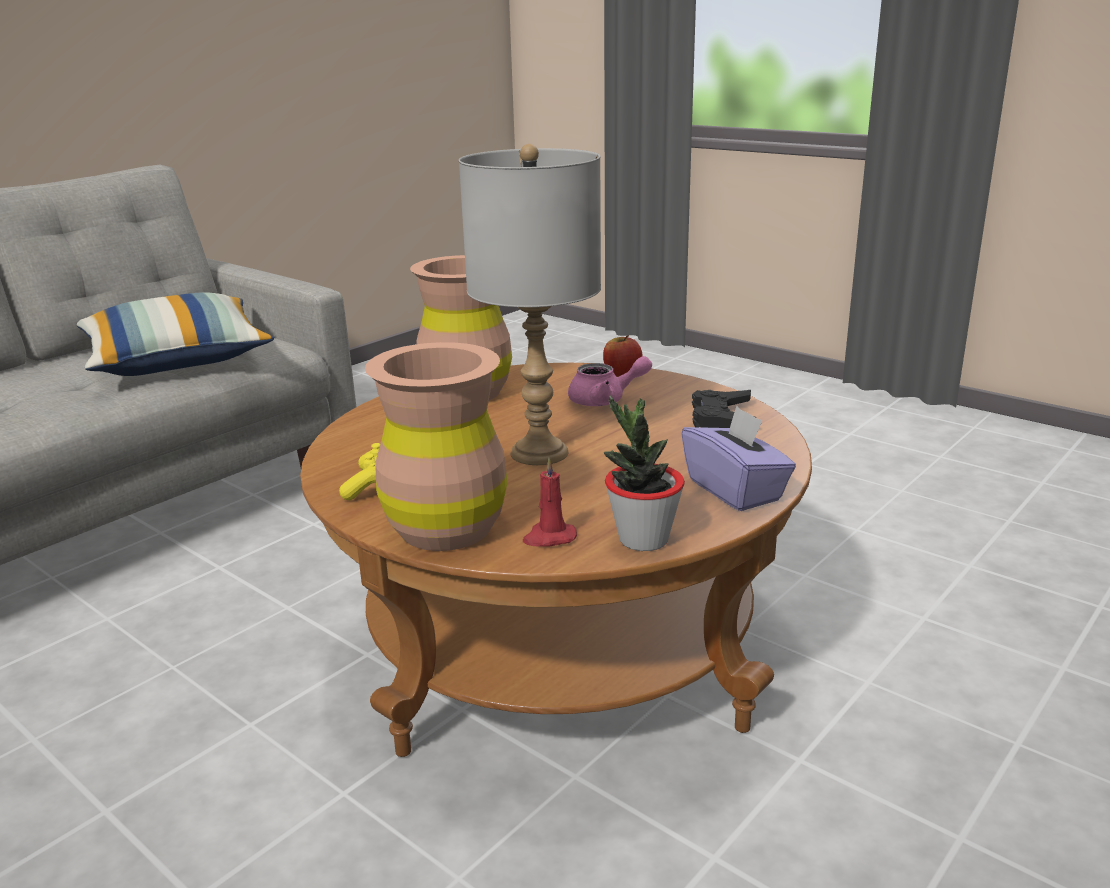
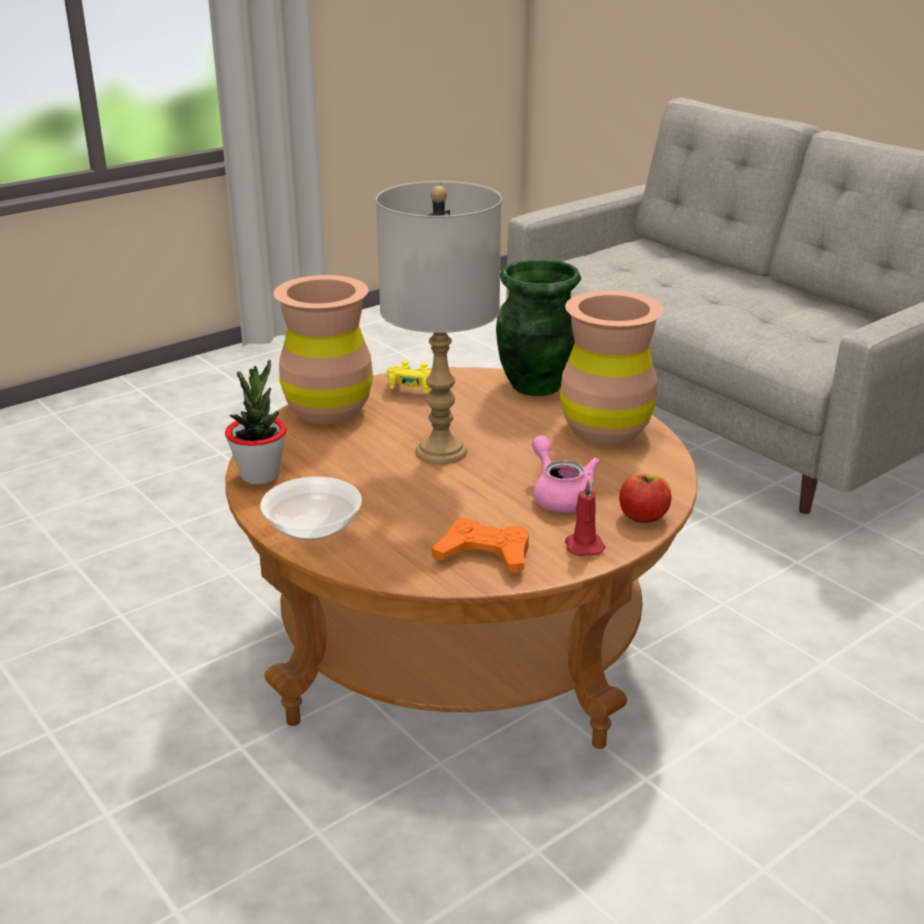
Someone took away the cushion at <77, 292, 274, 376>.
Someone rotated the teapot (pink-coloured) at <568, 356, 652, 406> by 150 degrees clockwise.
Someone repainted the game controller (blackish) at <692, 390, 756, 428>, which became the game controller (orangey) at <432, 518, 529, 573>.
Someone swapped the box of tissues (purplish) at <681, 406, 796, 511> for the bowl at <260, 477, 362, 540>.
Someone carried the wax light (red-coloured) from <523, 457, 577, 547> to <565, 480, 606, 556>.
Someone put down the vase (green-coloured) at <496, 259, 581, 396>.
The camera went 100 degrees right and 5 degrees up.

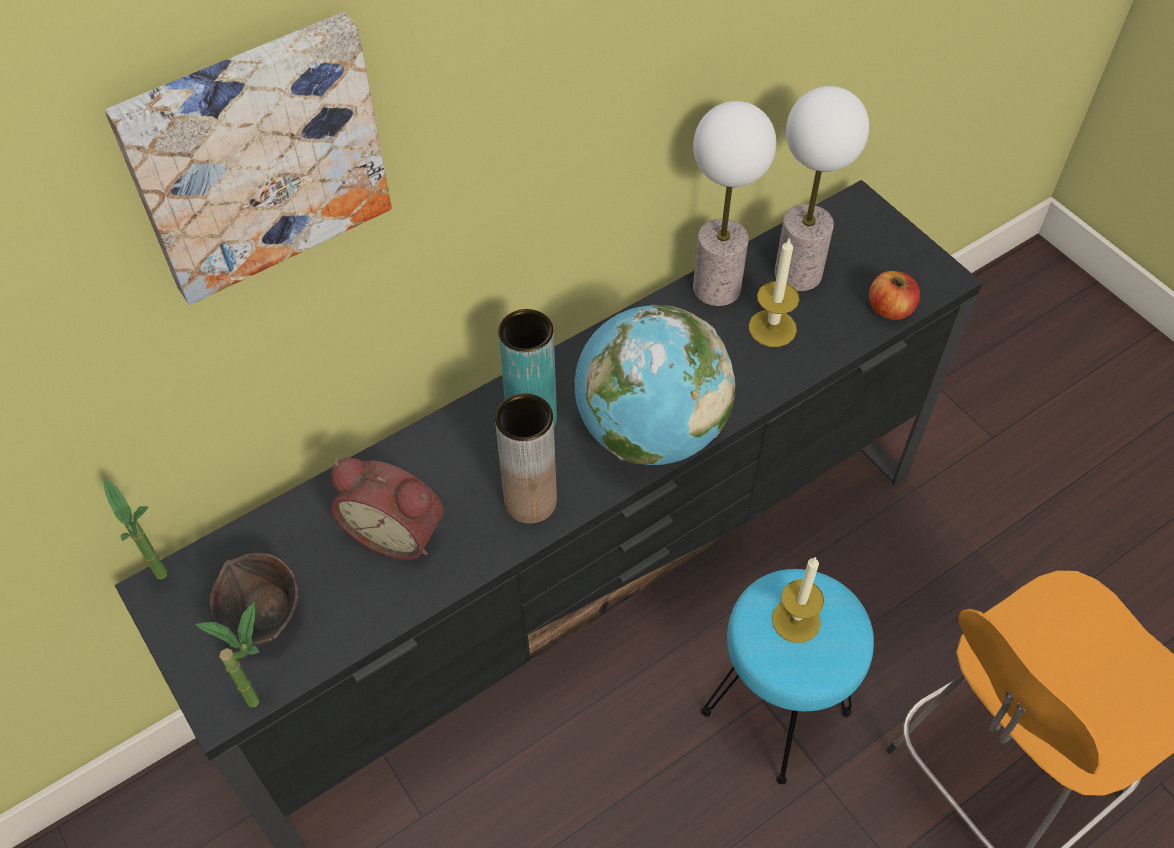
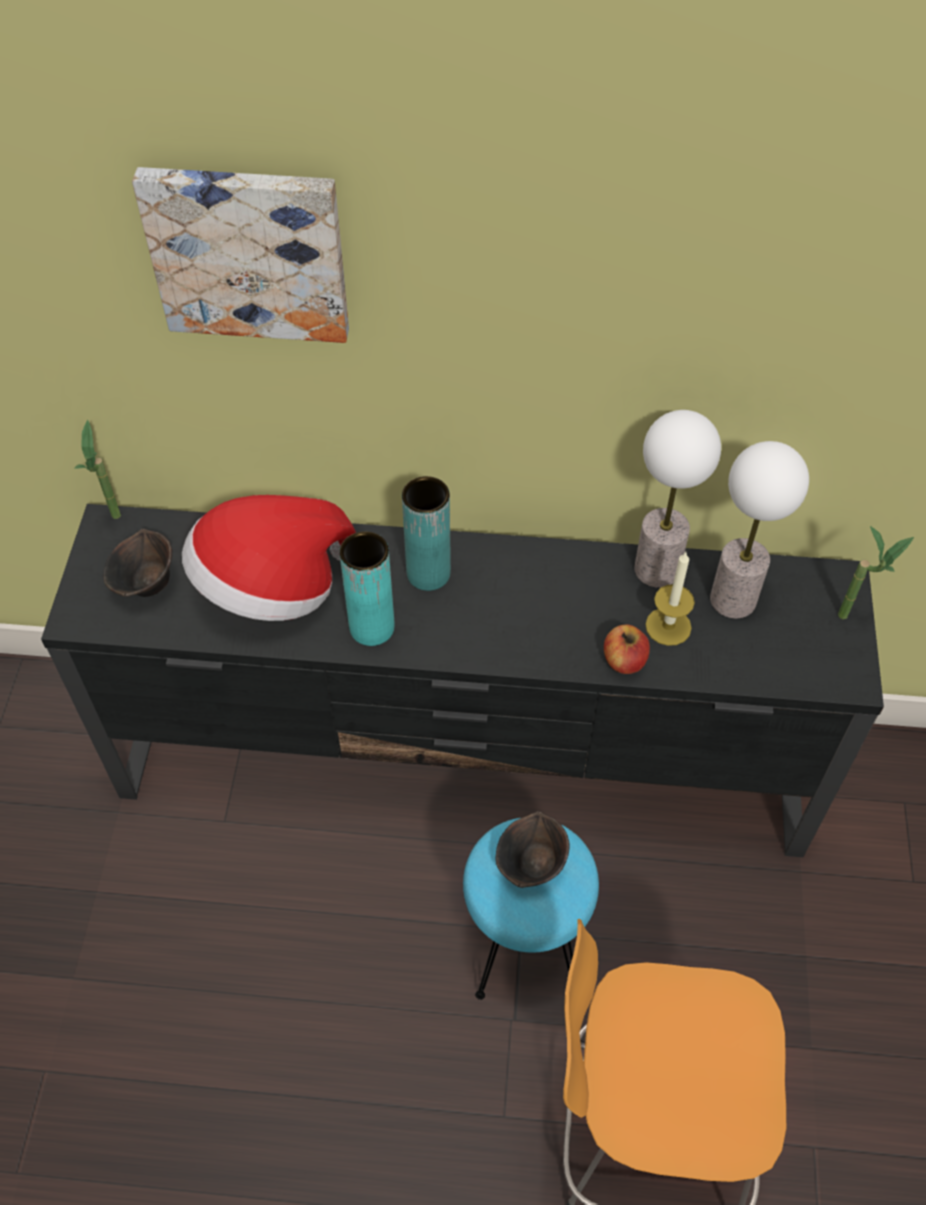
Someone carried the apple fruit from <869, 271, 920, 320> to <604, 625, 650, 674>.
Someone took away the world globe at <575, 305, 735, 465>.
Someone repainted the vase (brownish) at <495, 393, 557, 524>, which became the vase (turquoise-coloured) at <339, 531, 395, 646>.
Someone swapped the table clock at <331, 458, 444, 560> for the clothing hat at <182, 495, 356, 621>.
Someone swapped the wax light at <772, 556, 824, 643> for the bowl (brownish) at <496, 811, 570, 888>.
Someone carried the houseplant from <195, 602, 259, 707> to <838, 526, 914, 619>.
The camera went 40 degrees right and 0 degrees up.

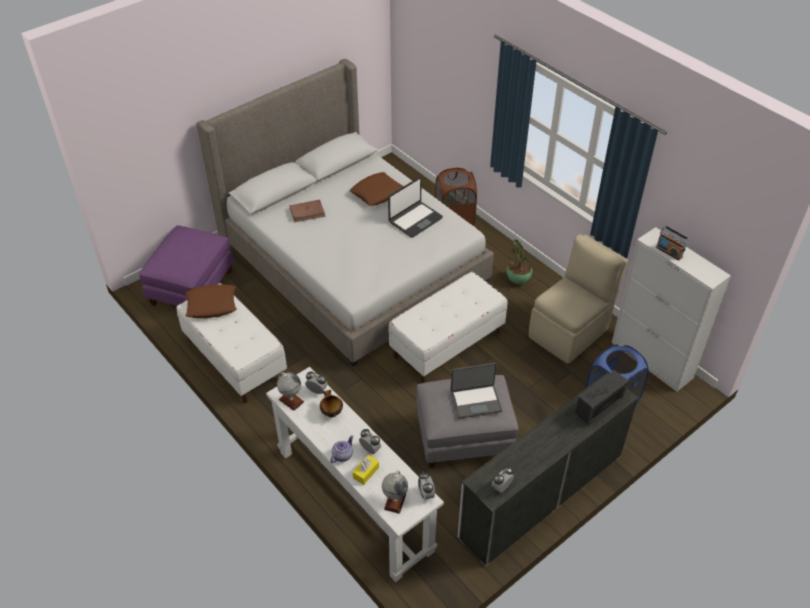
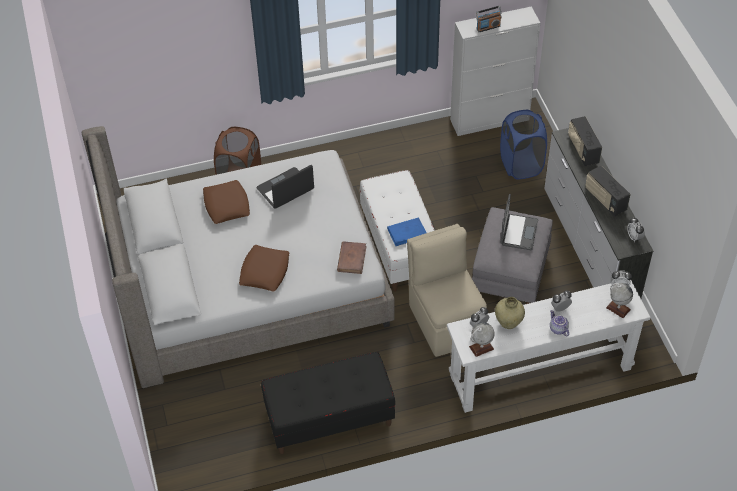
Someone rotated the laptop at <388, 177, 443, 237> by 105 degrees counterclockwise.
Someone carried the bound book (brownish) from <290, 200, 325, 222> to <337, 241, 367, 274>.
Someone took away the ottoman (purplish) at <139, 225, 234, 306>.
Someone carried the chair (beige) from <529, 234, 628, 364> to <407, 224, 487, 357>.
Someone took away the houseplant at <506, 239, 532, 284>.
Someone repainted the indoor bench (whitish) at <177, 283, 287, 403>, which became the indoor bench (blackish) at <261, 352, 395, 454>.
Someone carried the cushion (brownish) from <185, 284, 237, 318> to <239, 245, 289, 292>.
Someone swapped the bowl at <320, 390, 343, 417> for the vase (beige) at <495, 297, 525, 329>.
Someone took away the box of tissues (yellow) at <353, 455, 379, 485>.
Someone put down the radio at <586, 166, 630, 217>.
Someone put down the bound book (bluish) at <387, 217, 426, 246>.
The camera went 65 degrees left and 5 degrees up.

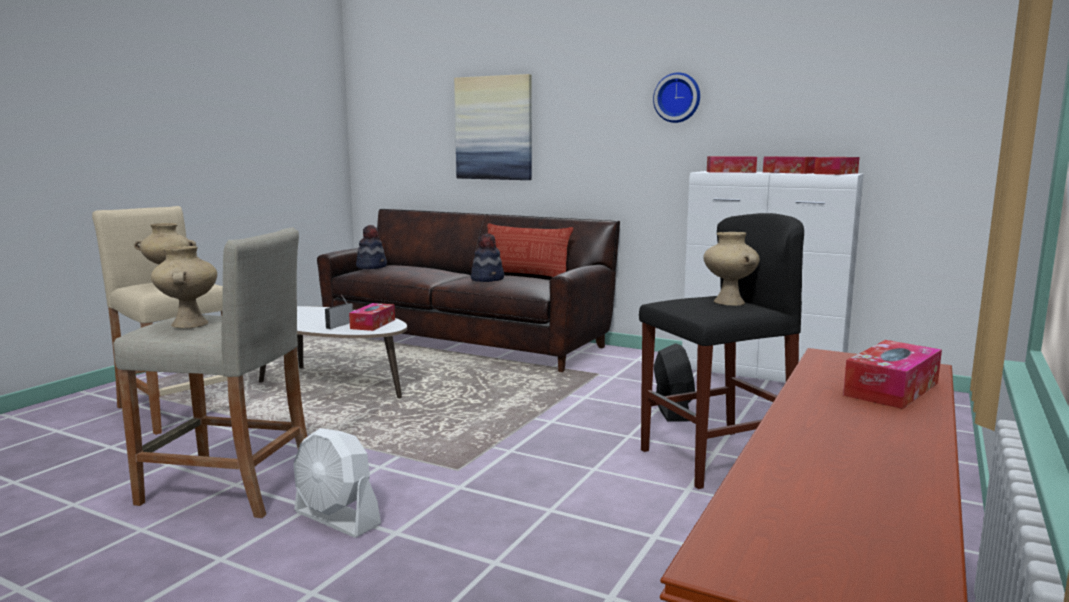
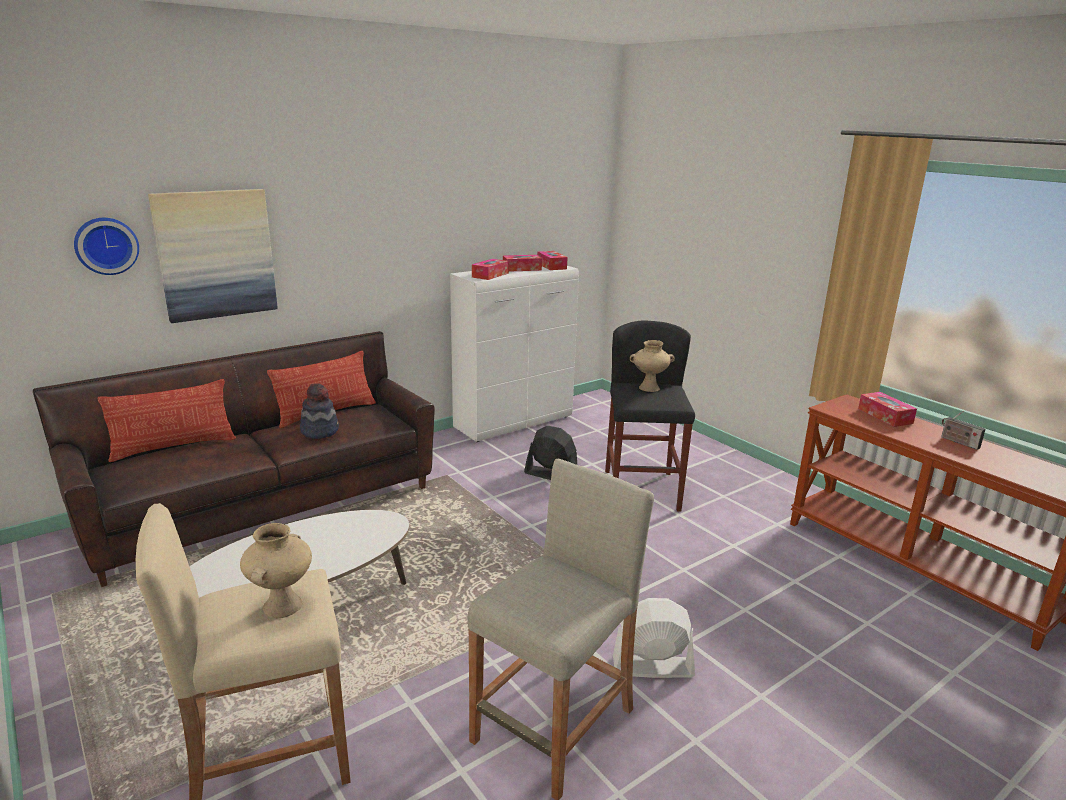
Someone carried the wall clock from <653, 72, 700, 123> to <74, 218, 139, 275>.
Someone took away the clothing hat at <356, 225, 387, 269>.
Someone took away the vase (beige) at <151, 246, 217, 328>.
Someone carried the radio from <325, 295, 354, 329> to <941, 411, 986, 450>.
Someone took away the box of tissues at <349, 303, 395, 331>.
Someone rotated the electric fan (whitish) at <293, 428, 381, 538> by 150 degrees counterclockwise.
Someone put down the cushion at <98, 379, 236, 462>.
The camera went 65 degrees left and 10 degrees up.

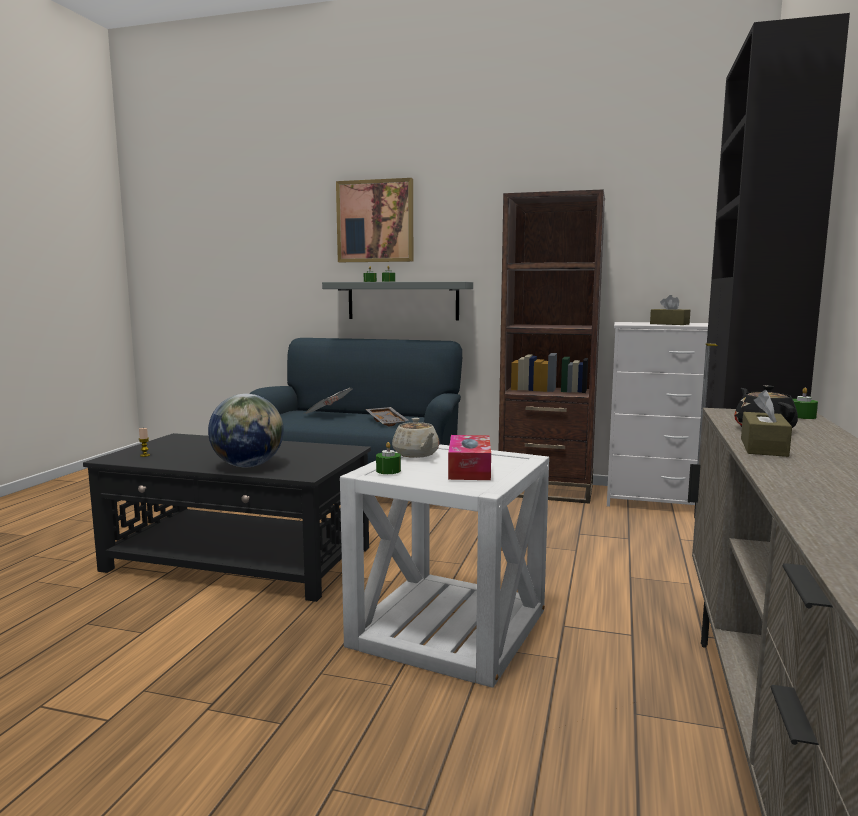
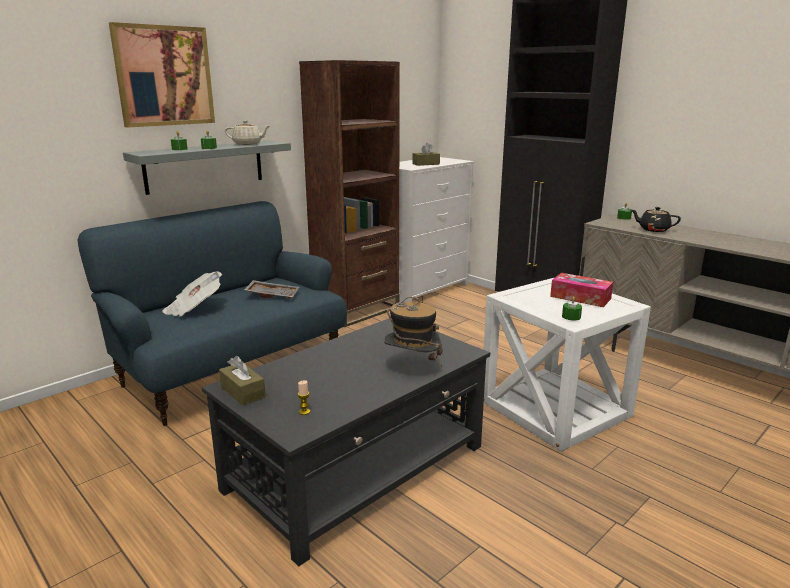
Someone carried the box of tissues (brownish) from <741, 390, 792, 457> to <219, 356, 266, 406>.
Someone swapped the world globe at <208, 394, 284, 467> for the clothing hat at <384, 295, 443, 369>.
Someone carried the teapot (beige) from <392, 418, 439, 458> to <225, 120, 269, 145>.
The camera went 60 degrees left and 10 degrees up.

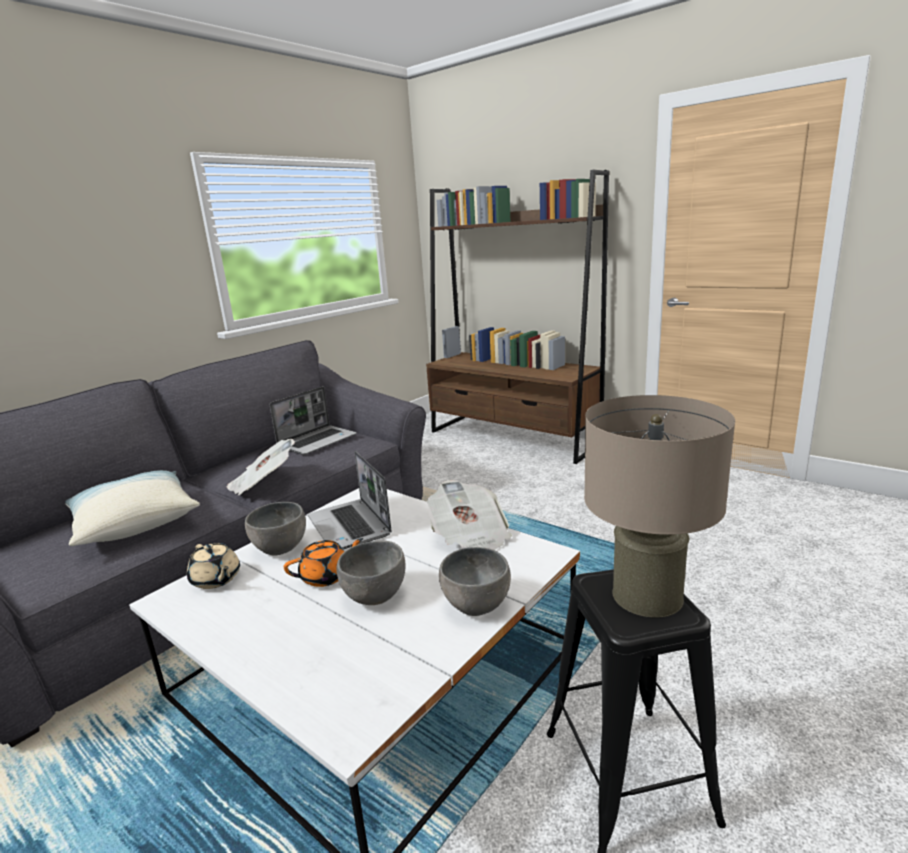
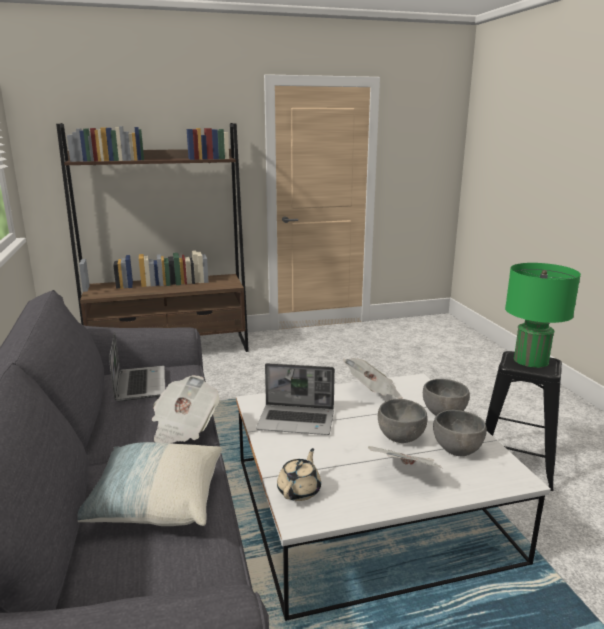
Someone repainted the table lamp (beige) at <584, 395, 735, 618>, which became the table lamp (green-coloured) at <505, 263, 581, 368>.
Someone carried the bowl (greyish) from <245, 502, 306, 555> to <433, 410, 487, 456>.
Someone took away the teapot (orangey) at <284, 538, 363, 587>.
Someone rotated the teapot (beige) at <187, 543, 240, 589> by 60 degrees counterclockwise.
Someone put down the newspaper at <368, 446, 442, 468>.
The camera went 55 degrees left and 0 degrees up.

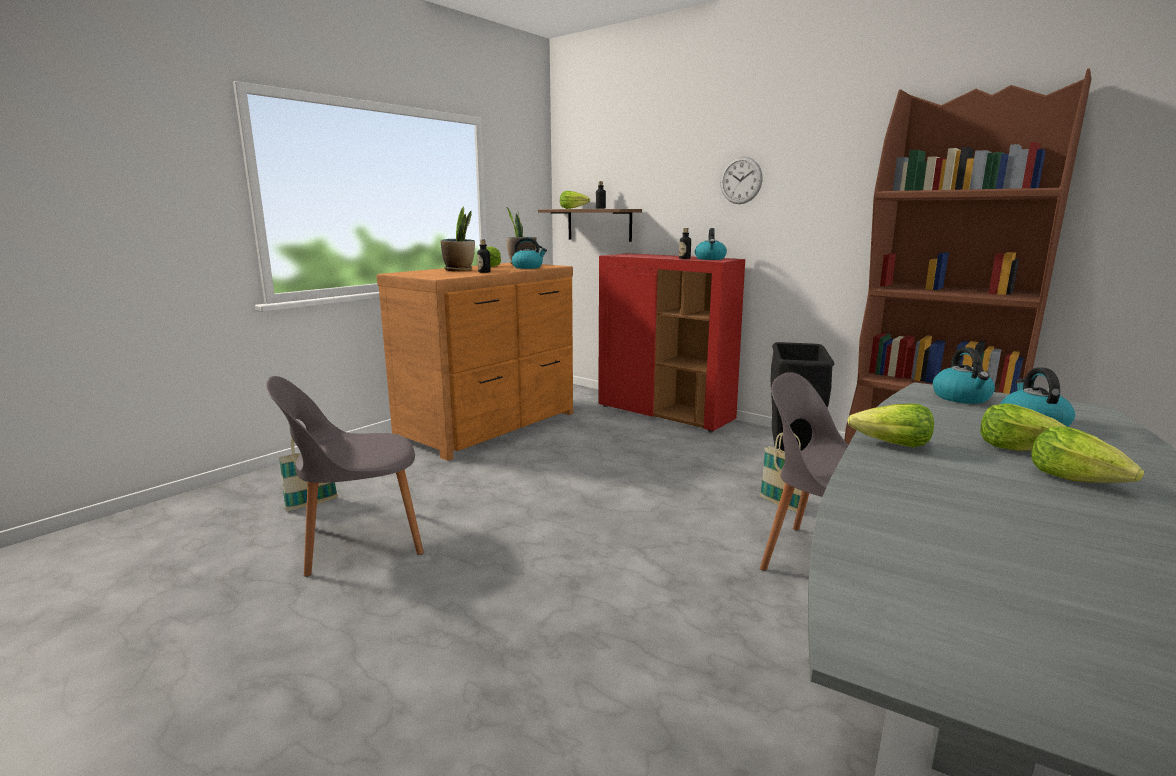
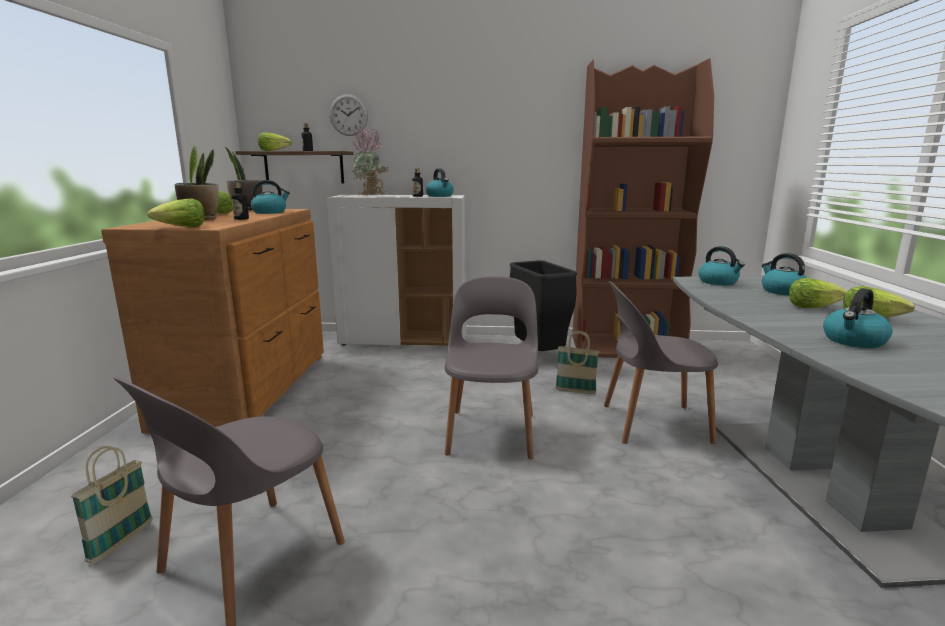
Someone carried the wall clock from <720, 157, 763, 204> to <330, 94, 368, 136>.
Someone repainted the cupboard (red-coloured) at <598, 253, 745, 432>, which became the cupboard (whitish) at <327, 195, 467, 346>.
Someone carried the lettuce from <848, 403, 934, 447> to <148, 199, 205, 227>.
Someone put down the houseplant at <350, 126, 389, 195>.
Someone put down the chair (greyish) at <445, 276, 538, 459>.
Someone put down the tea kettle at <823, 288, 892, 348>.
The camera went 35 degrees left and 0 degrees up.

